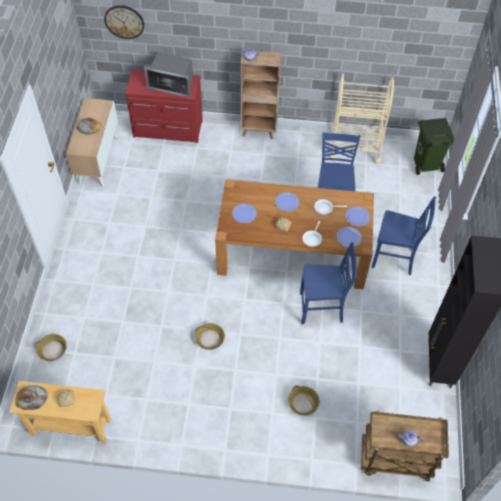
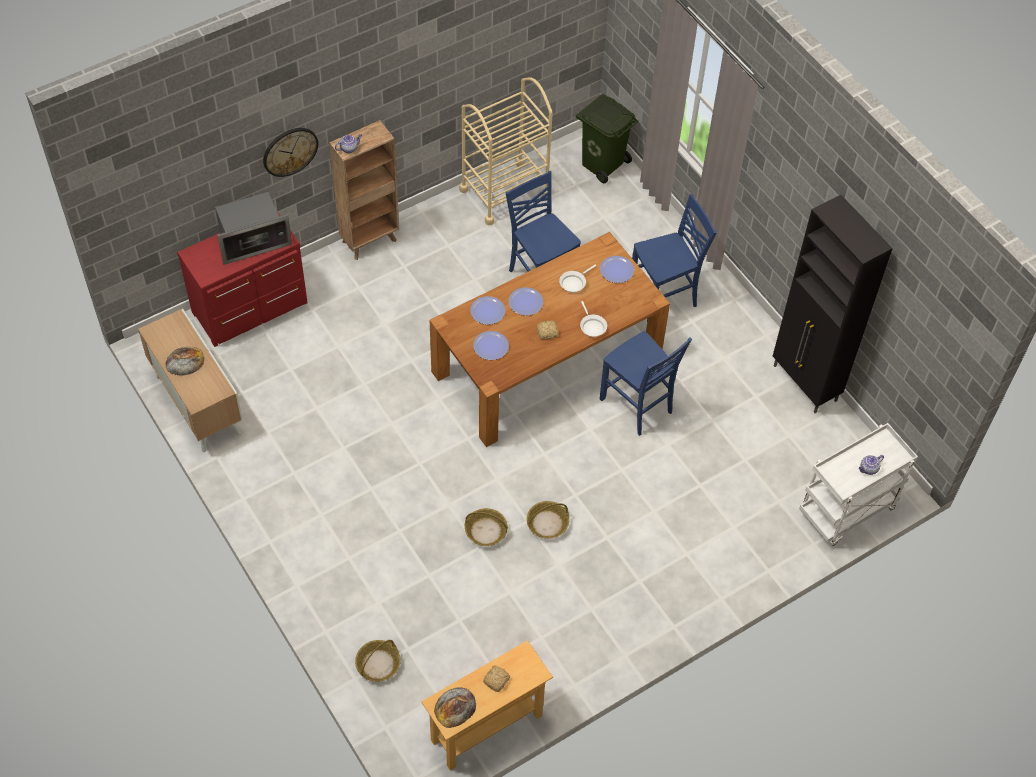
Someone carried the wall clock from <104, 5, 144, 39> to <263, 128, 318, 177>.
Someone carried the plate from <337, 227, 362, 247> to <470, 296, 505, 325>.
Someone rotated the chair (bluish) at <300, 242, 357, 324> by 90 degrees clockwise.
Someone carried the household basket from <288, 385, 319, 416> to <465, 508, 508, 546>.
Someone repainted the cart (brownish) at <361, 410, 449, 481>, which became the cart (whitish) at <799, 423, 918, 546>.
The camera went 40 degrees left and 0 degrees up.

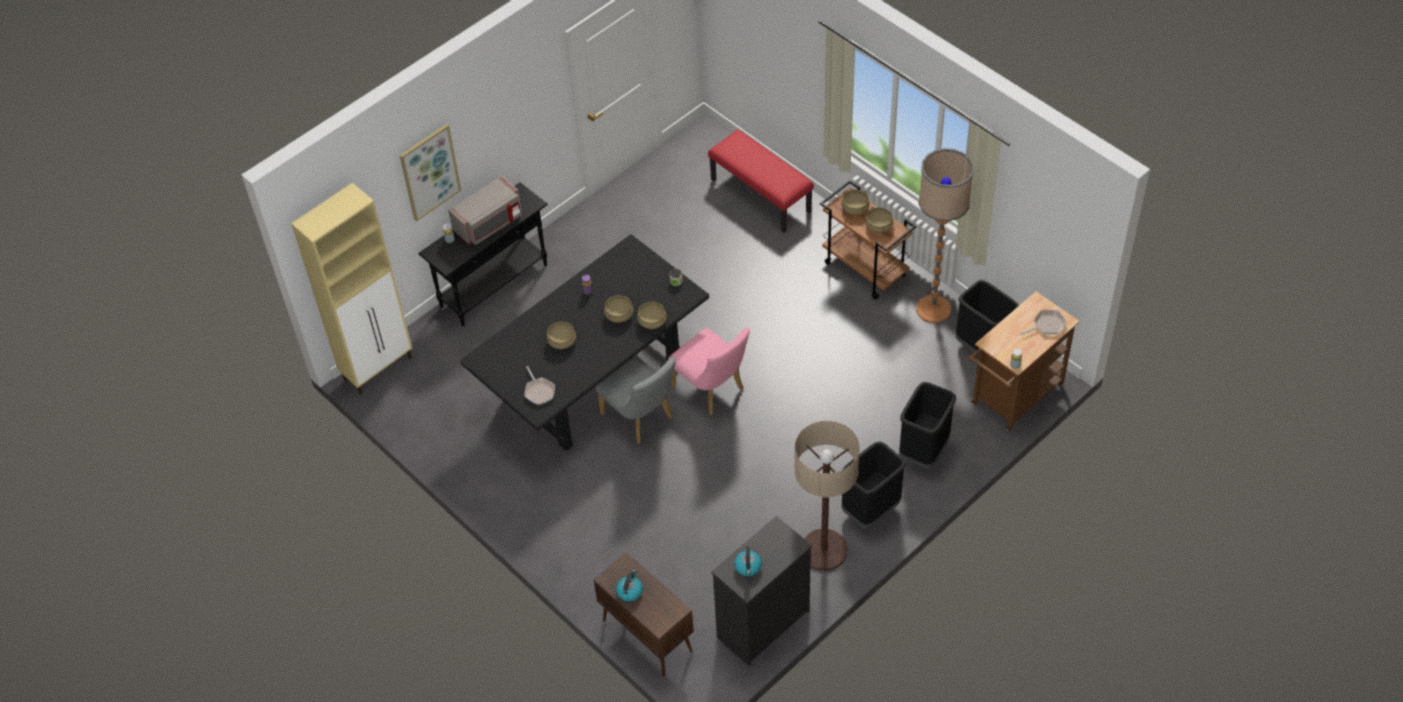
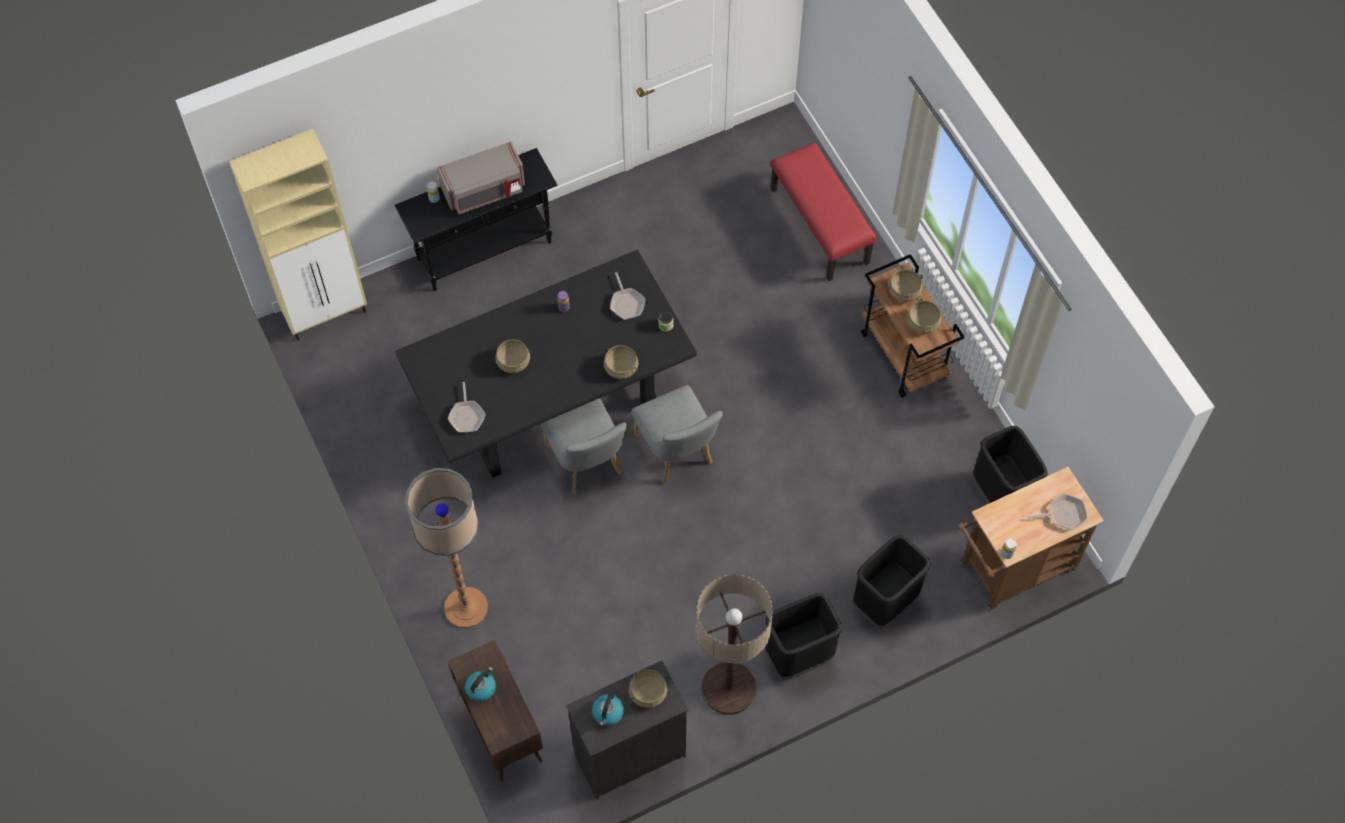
Someone took away the picture at <400, 124, 461, 222>.
Someone carried the floor lamp from <916, 148, 974, 323> to <405, 468, 488, 628>.
Someone carried the cooking pot (beige) from <604, 295, 634, 323> to <629, 669, 668, 708>.
Someone repainted the chair (pink-coloured) at <668, 327, 750, 415>, which became the chair (greyish) at <631, 385, 723, 484>.
Someone put down the pan at <610, 272, 645, 320>.
The camera went 15 degrees right and 10 degrees up.

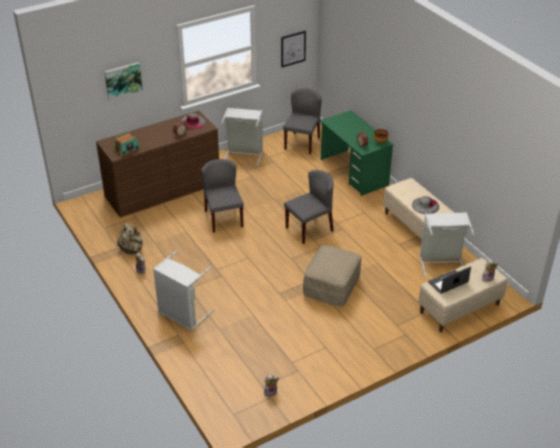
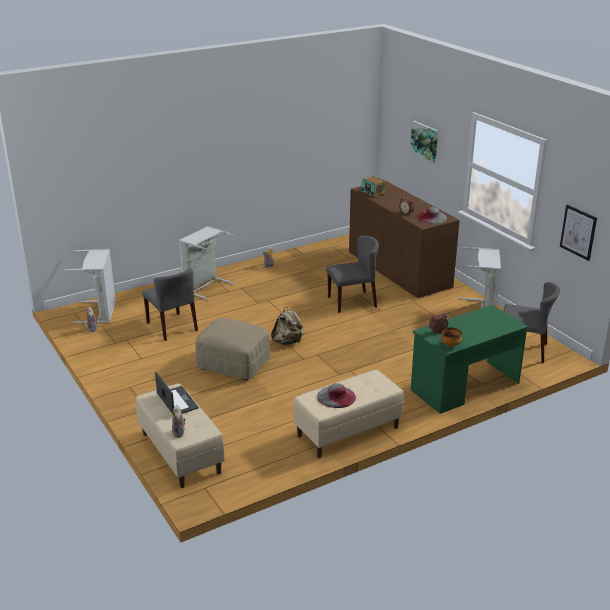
Someone carried the chair (greyish) from <284, 170, 334, 244> to <142, 268, 198, 341>.
Someone carried the hamper (greyish) from <420, 212, 474, 279> to <65, 249, 116, 323>.
Someone carried the knapsack (beige) from <117, 223, 143, 255> to <271, 308, 305, 345>.
The camera went 90 degrees right and 10 degrees down.

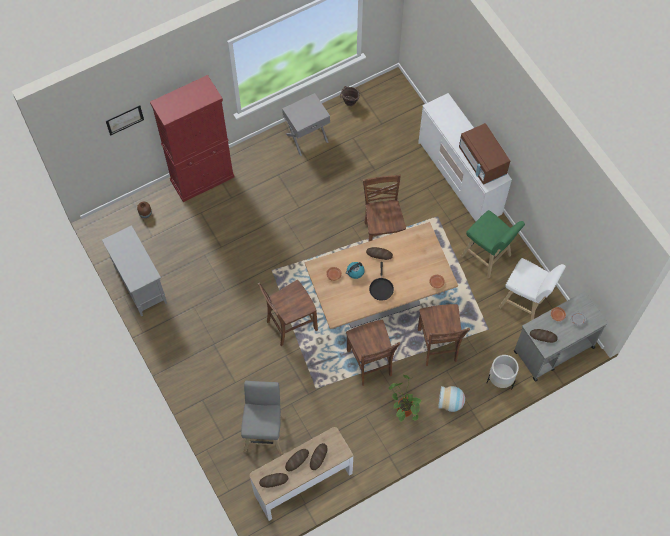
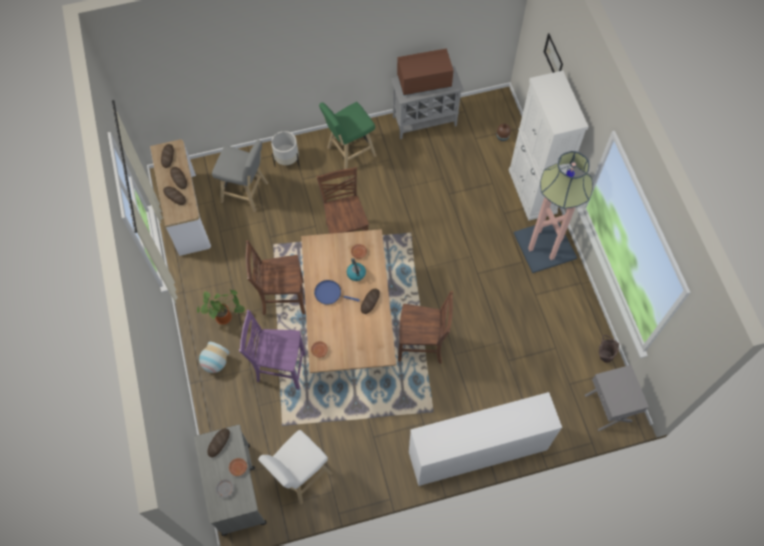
Someone repainted the cupboard (red-coloured) at <150, 75, 234, 202>, which became the cupboard (whitish) at <509, 71, 589, 221>.
Someone carried the bedside table (greyish) from <282, 93, 330, 156> to <585, 365, 649, 431>.
Someone carried the kitchen microwave (brownish) from <459, 123, 510, 185> to <397, 48, 454, 96>.
Someone carried the sitting stool (green-coloured) from <461, 210, 525, 278> to <319, 102, 377, 169>.
Someone repainted the pan (blackish) at <369, 262, 394, 301>, which became the pan (bluish) at <314, 280, 360, 305>.
Someone repainted the chair (brownish) at <418, 304, 470, 366>, which became the chair (purplish) at <239, 310, 305, 390>.
Someone carried the plant pot (whitish) from <487, 355, 519, 388> to <271, 131, 299, 167>.
Someone put down the floor lamp at <514, 151, 593, 273>.
The camera went 105 degrees right and 0 degrees up.

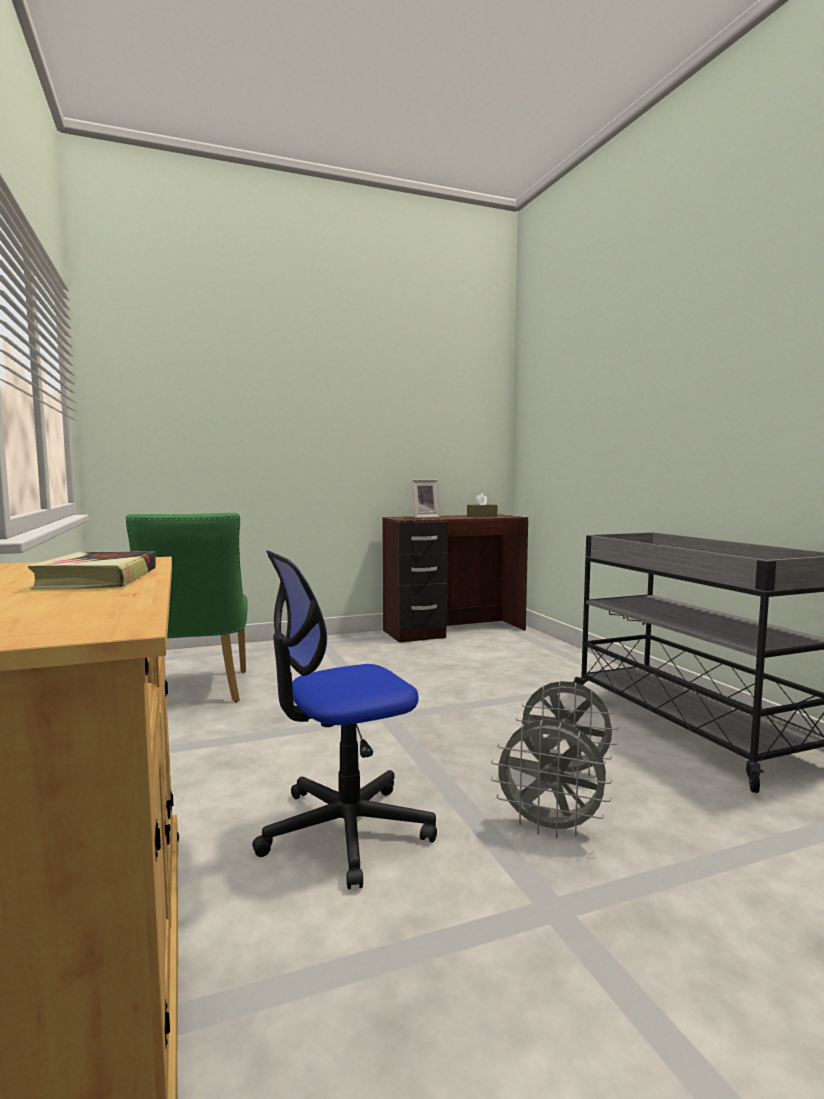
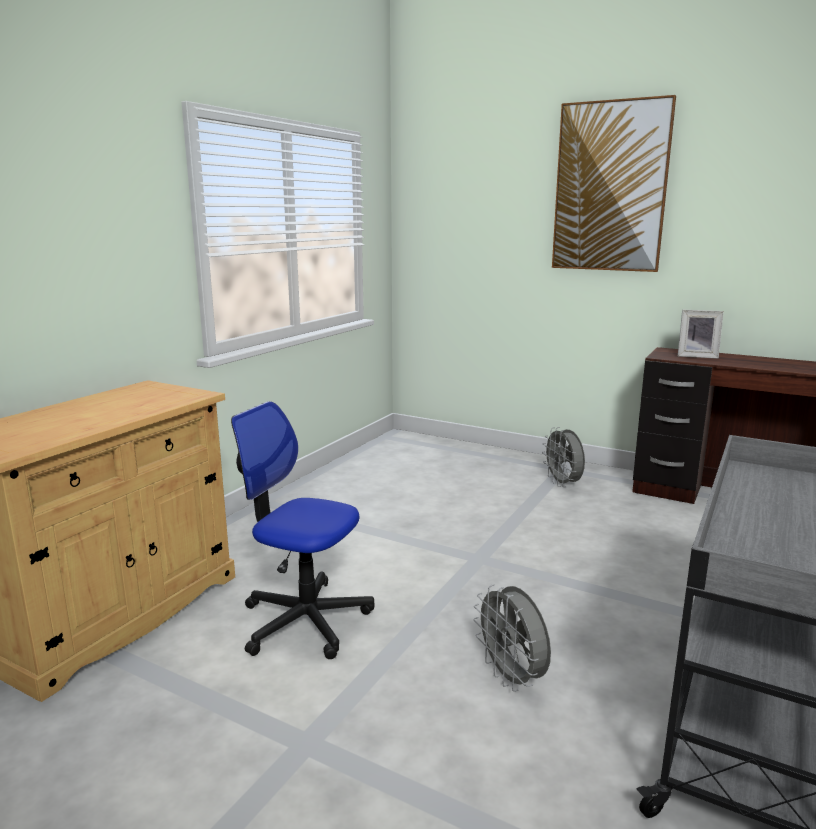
Someone took away the box of tissues (brownish) at <467, 493, 497, 517>.
Someone took away the chair (green-coloured) at <126, 513, 248, 702>.
Someone took away the bound book at <28, 551, 156, 589>.
Someone carried the electric fan (greyish) from <491, 719, 612, 839> to <542, 427, 585, 487>.
Someone put up the picture at <552, 95, 676, 272>.
The camera went 50 degrees right and 10 degrees up.

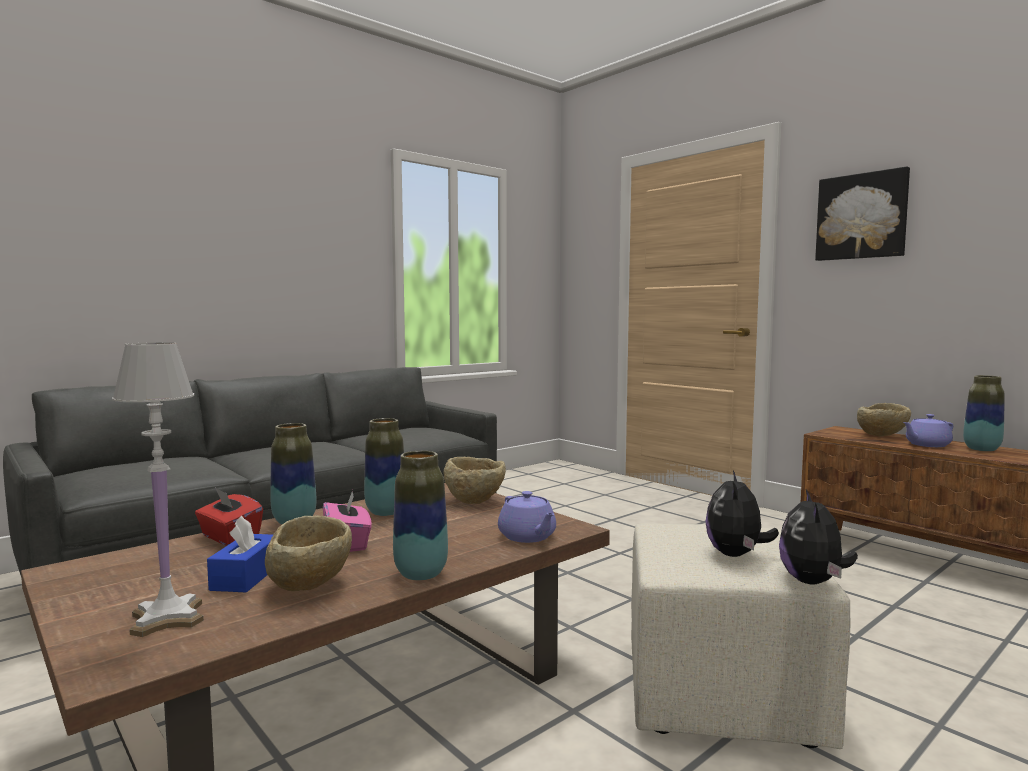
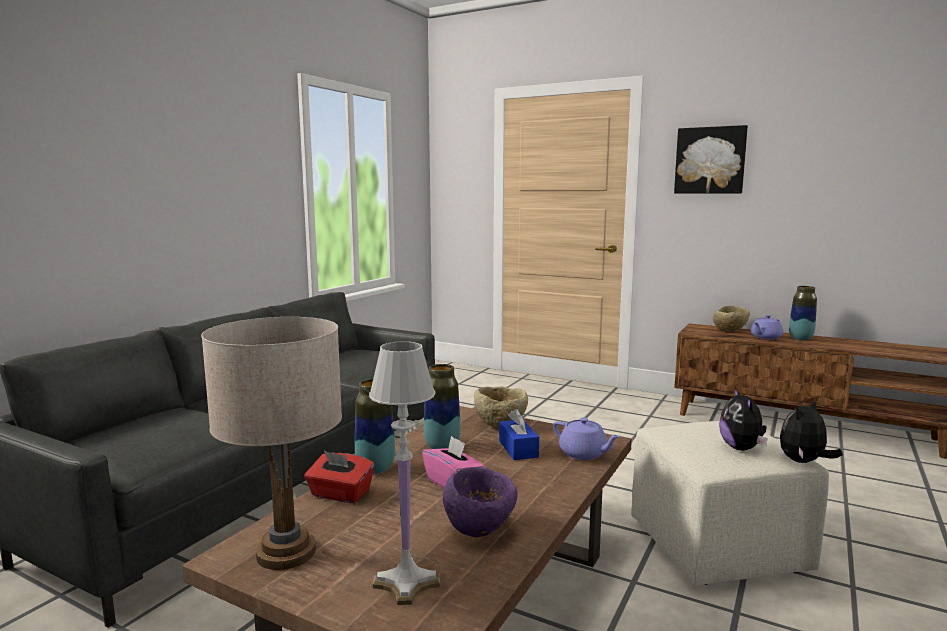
Someone took away the vase at <393, 451, 448, 581>.
Someone rotated the plush toy at <779, 490, 858, 584> by 60 degrees clockwise.
Someone repainted the bowl (beige) at <265, 515, 352, 591>, which became the bowl (purplish) at <443, 467, 518, 537>.
Someone carried the box of tissues (bluish) from <207, 516, 273, 592> to <499, 409, 539, 460>.
Someone put down the table lamp (beige) at <201, 317, 342, 570>.
The camera went 20 degrees left and 5 degrees up.

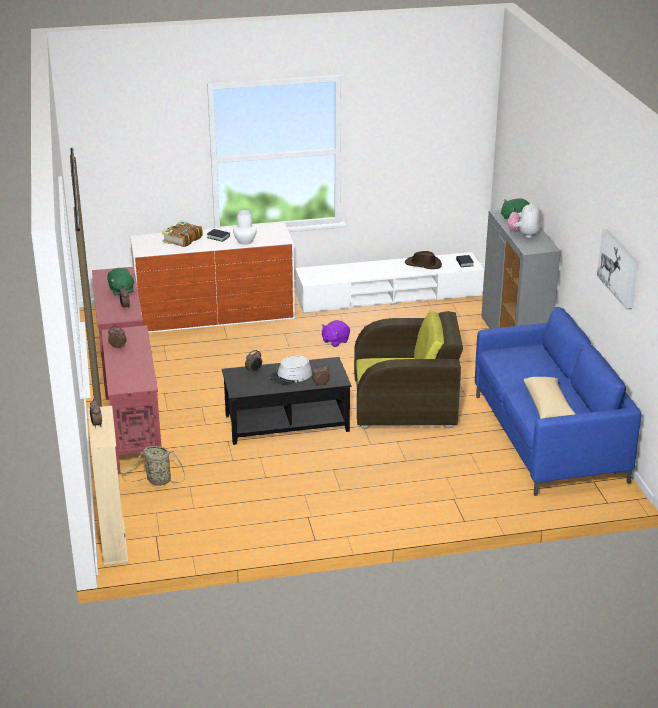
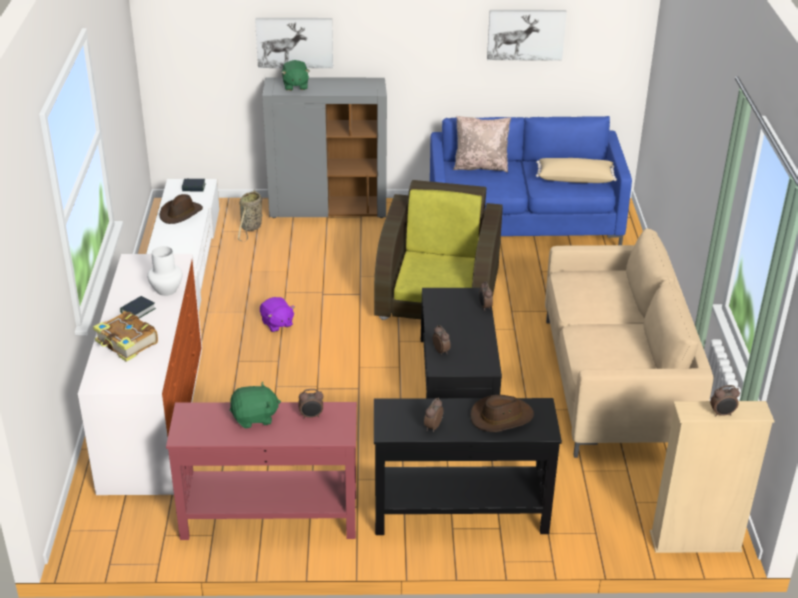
Someone took away the plush toy at <508, 202, 541, 238>.
Someone repainted the console table (red-coloured) at <101, 325, 161, 474>, which became the console table (blackish) at <374, 398, 562, 535>.
Someone took away the clothing hat (greyish) at <270, 355, 312, 385>.
Someone carried the household basket from <122, 446, 185, 486> to <238, 190, 263, 242>.
Someone put up the picture at <255, 18, 333, 68>.
Someone put down the cushion (beige) at <453, 116, 511, 173>.
Someone put down the sofa (beige) at <545, 228, 713, 458>.
Someone put down the clothing hat (brownish) at <470, 395, 534, 432>.
The camera went 80 degrees left and 5 degrees up.

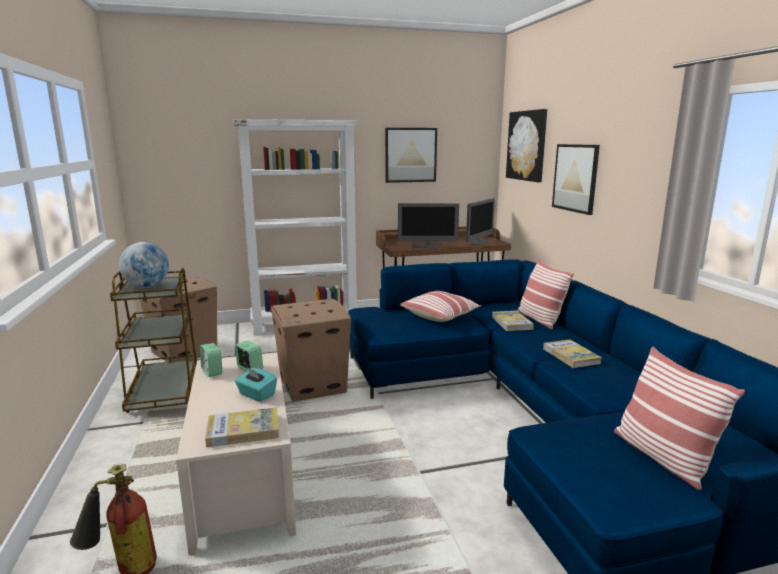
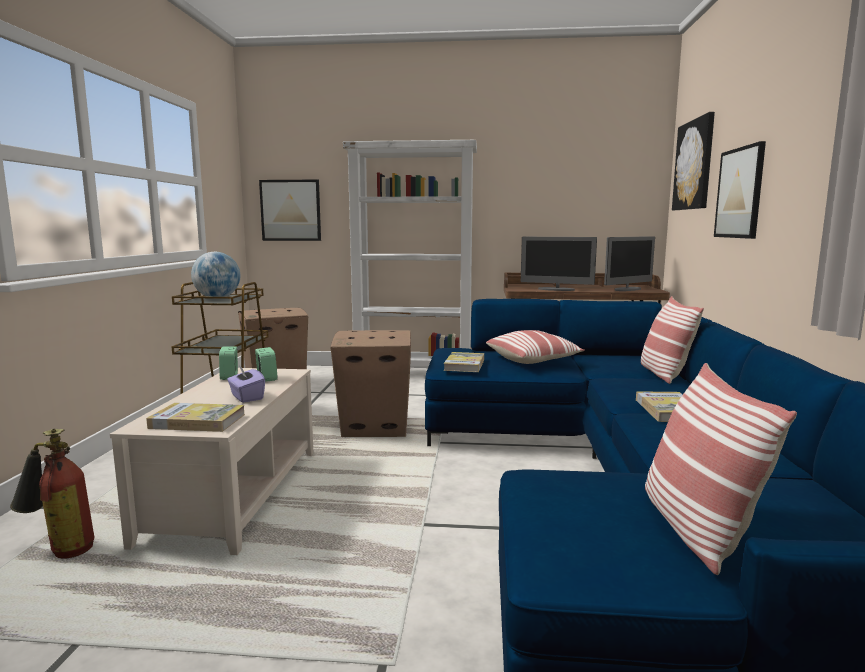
Someone carried the picture from <385, 128, 437, 183> to <259, 180, 321, 241>.
Someone carried the bound book from <492, 311, 534, 331> to <443, 352, 484, 372>.
Someone repainted the box of tissues (turquoise-coloured) at <235, 367, 277, 402>, which became the box of tissues (purplish) at <227, 365, 265, 403>.
The camera went 20 degrees right and 5 degrees down.

